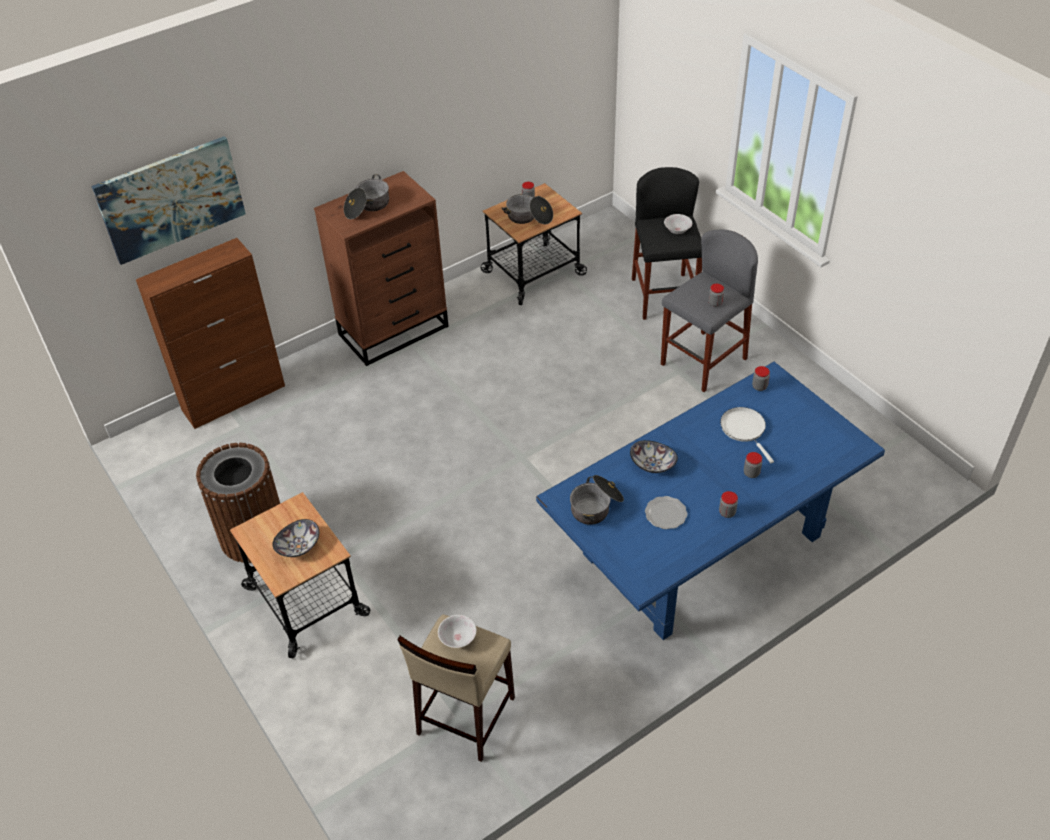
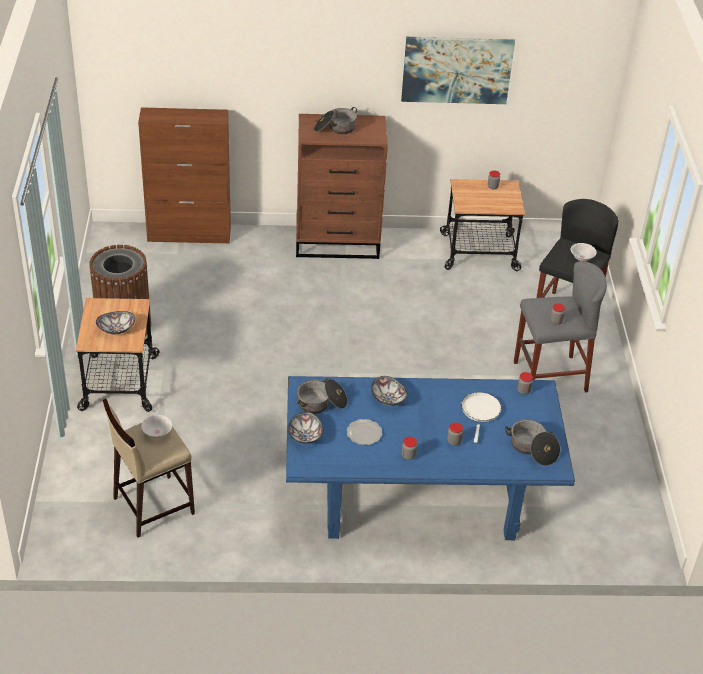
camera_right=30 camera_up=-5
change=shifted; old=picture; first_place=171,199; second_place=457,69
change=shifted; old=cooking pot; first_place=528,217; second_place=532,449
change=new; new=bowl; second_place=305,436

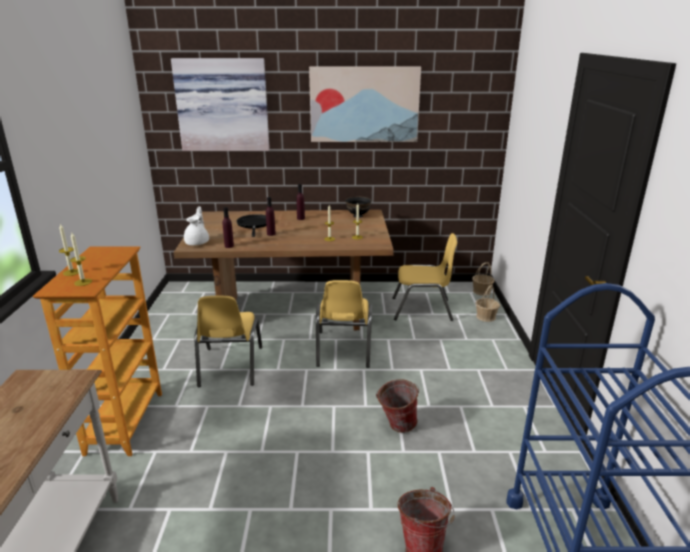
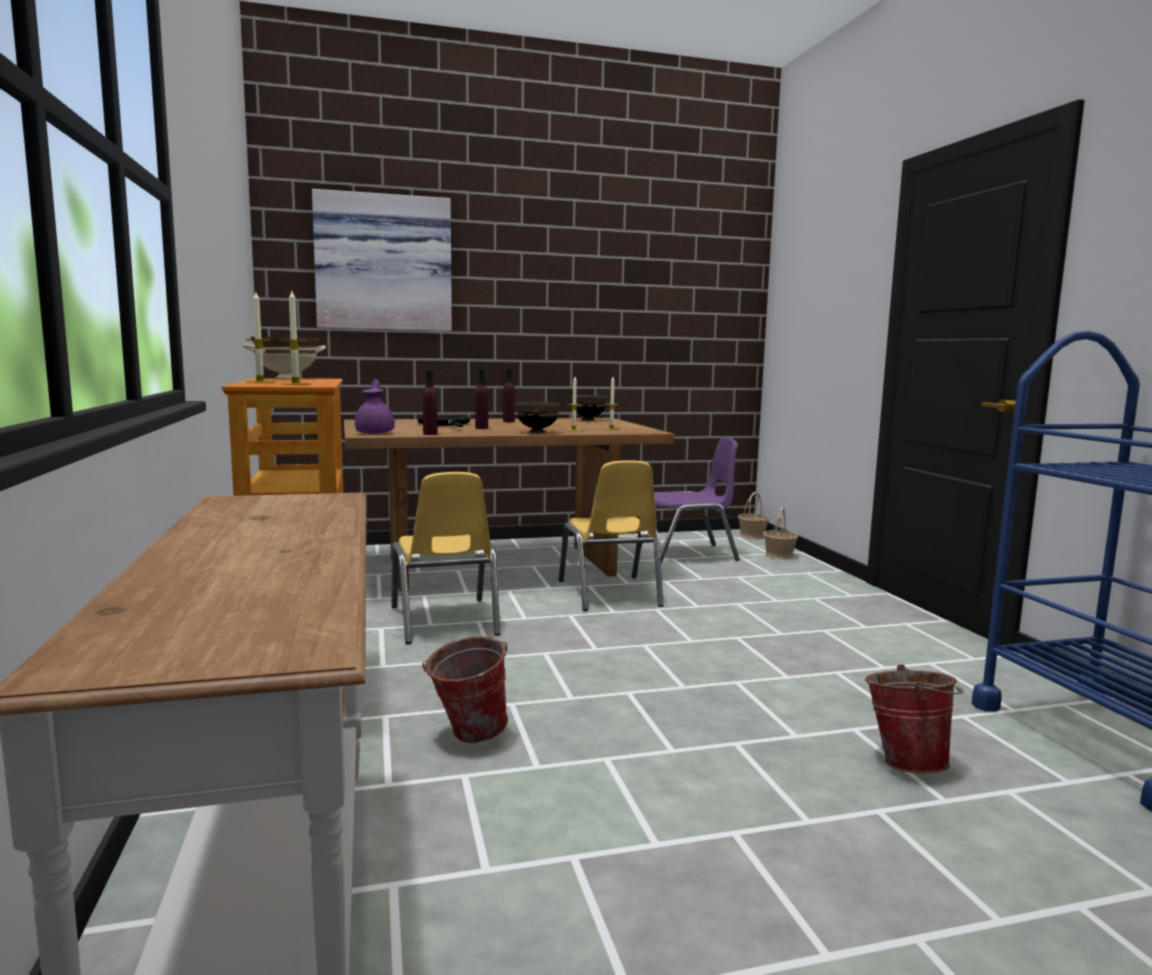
camera_right=-15 camera_up=-15
change=repainted; old=white teapot; new=purple teapot; first_place=198,242; second_place=376,433
change=gone; old=picture; first_place=364,104
change=shifted; old=bucket; first_place=396,426; second_place=466,734
change=repainted; old=yellow chair; new=purple chair; first_place=422,309; second_place=688,554
change=new; new=beige bowl; second_place=287,378
change=new; new=black bowl; second_place=537,432

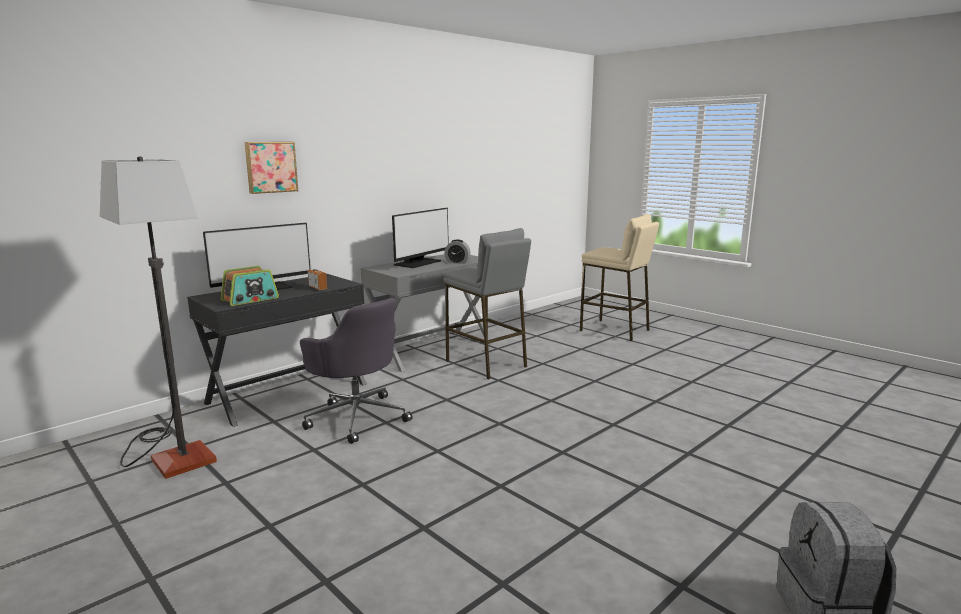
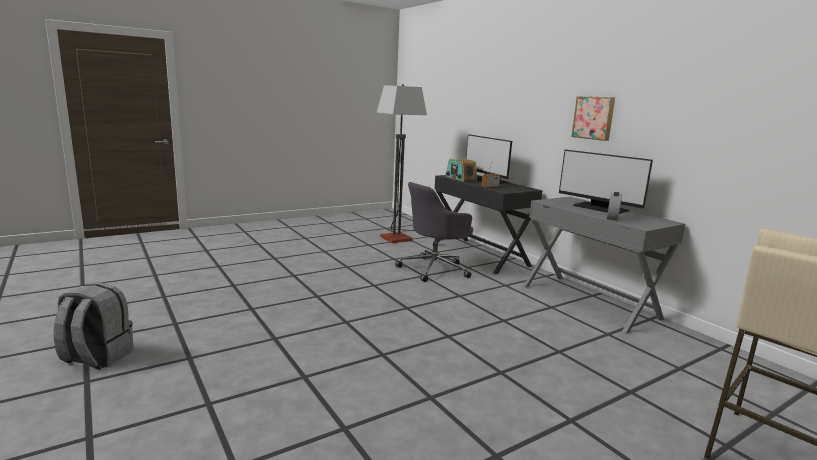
camera_right=100 camera_up=0
change=shifted; old=picture; first_place=270,167; second_place=594,118
change=gone; old=grey stool; first_place=486,364

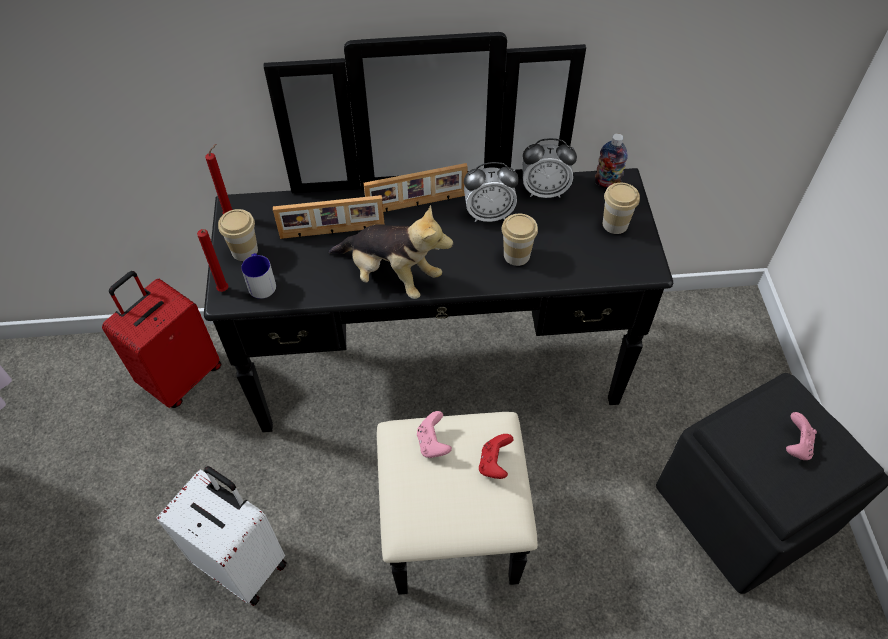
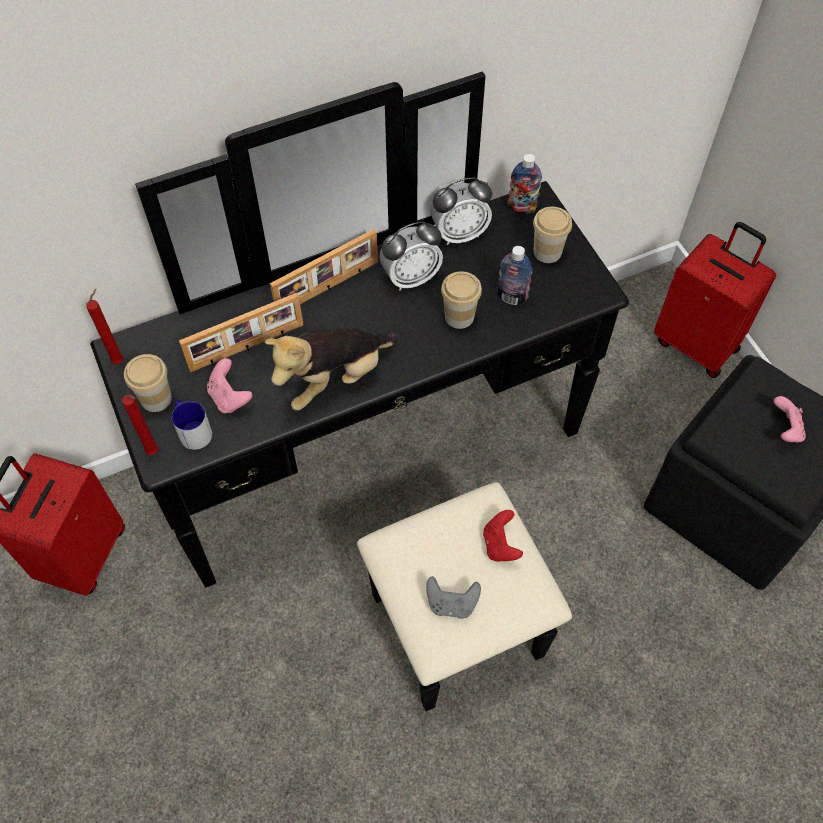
camera_right=-20 camera_up=5
change=gone; old=white suitcase; first_place=243,562
change=rotated; old=plush toy; first_place=391,275; second_place=334,378; degrees=135
change=shifted; old=pink game controller; first_place=433,443; second_place=229,397
change=new; new=grey game controller; second_place=451,603
change=new; new=bottle; second_place=512,297
change=new; new=red suitcase; second_place=697,343

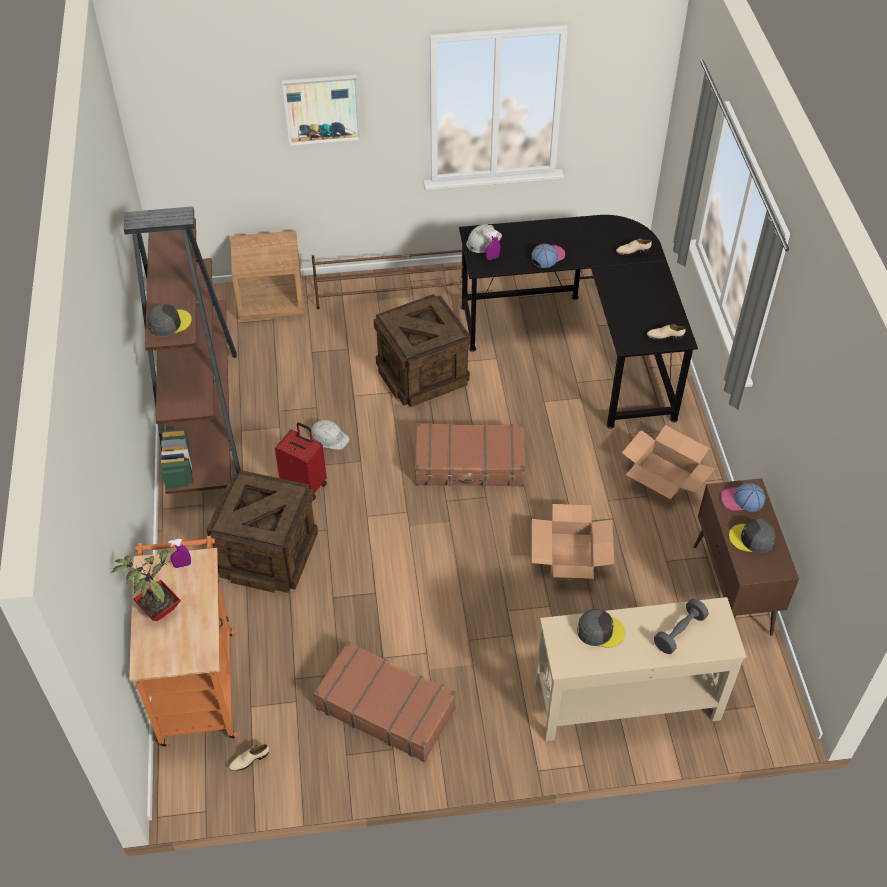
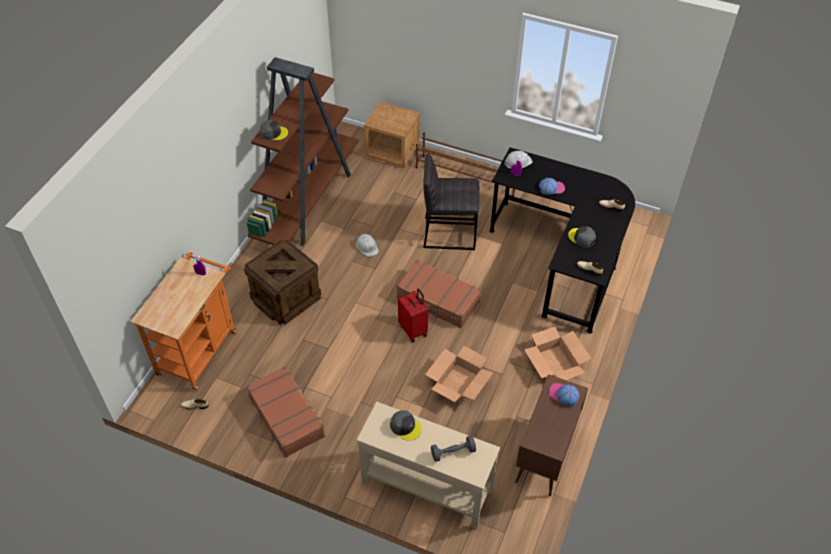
camera_right=30 camera_up=0
change=gone; old=potted plant; first_place=159,608
change=shifted; old=red suitcase; first_place=305,484; second_place=413,330
change=gone; old=picture; first_place=322,109
change=swapped; old=crate; new=grey stool; first_place=421,374; second_place=449,233
change=shifted; old=grey cap; first_place=752,539; second_place=581,238

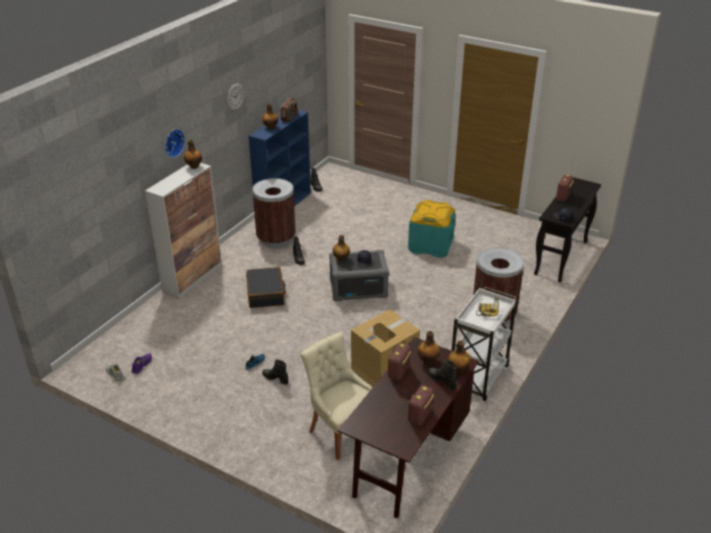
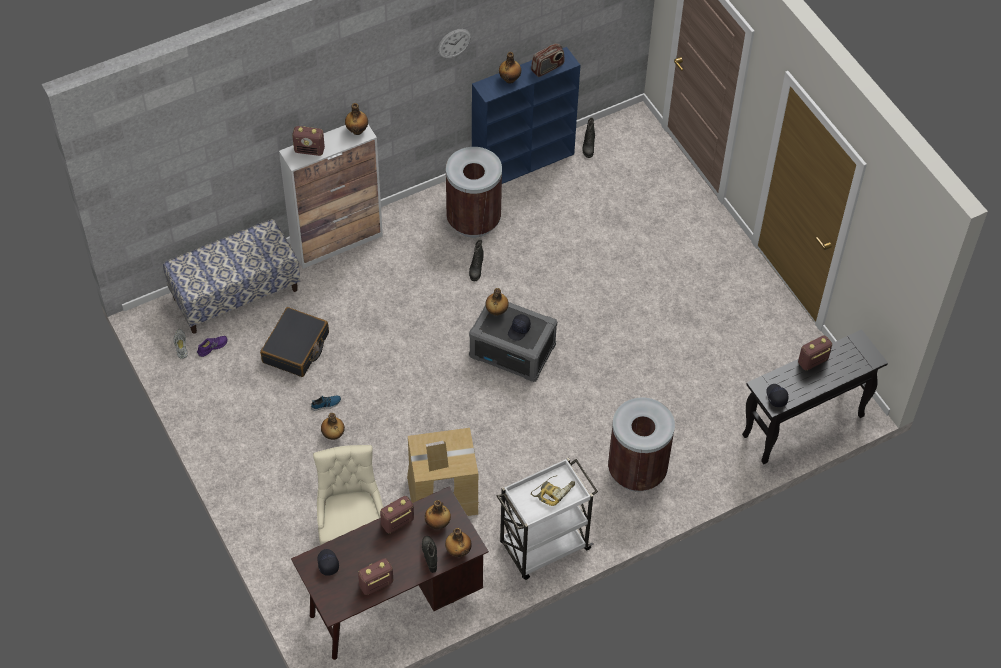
camera_right=30 camera_up=20
change=gone; old=wall clock; first_place=173,142
change=shifted; old=black suitcase; first_place=266,293; second_place=296,348
change=swapped; old=black boot; new=bottle; first_place=275,378; second_place=333,435
change=gone; old=turquoise storage box; first_place=431,245
change=new; new=bench; second_place=235,294
change=new; new=radio; second_place=310,150
change=new; new=black cap; second_place=327,563

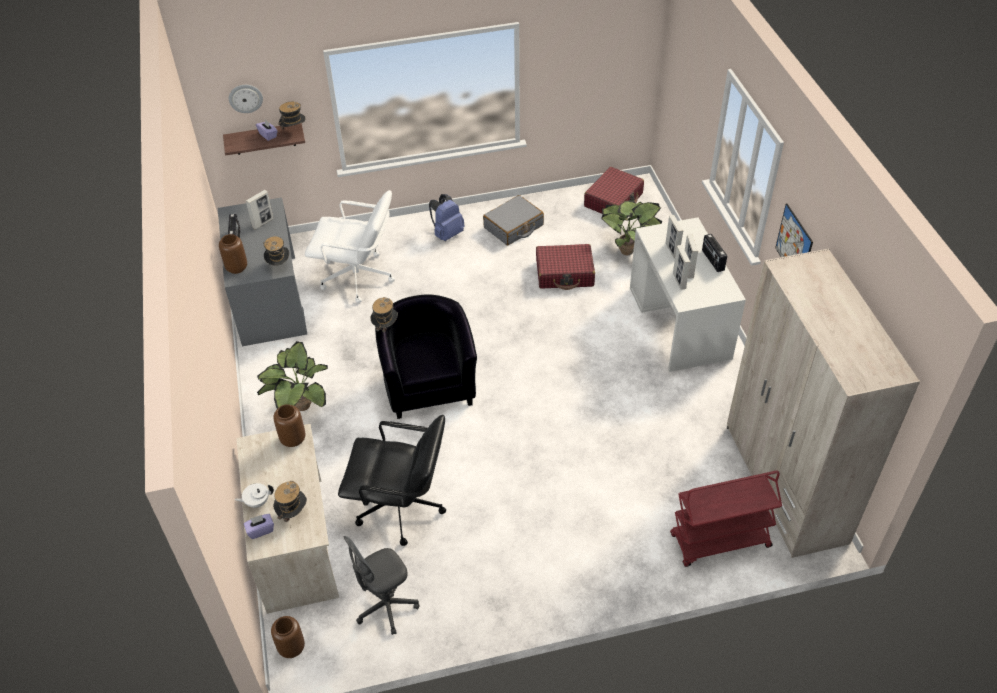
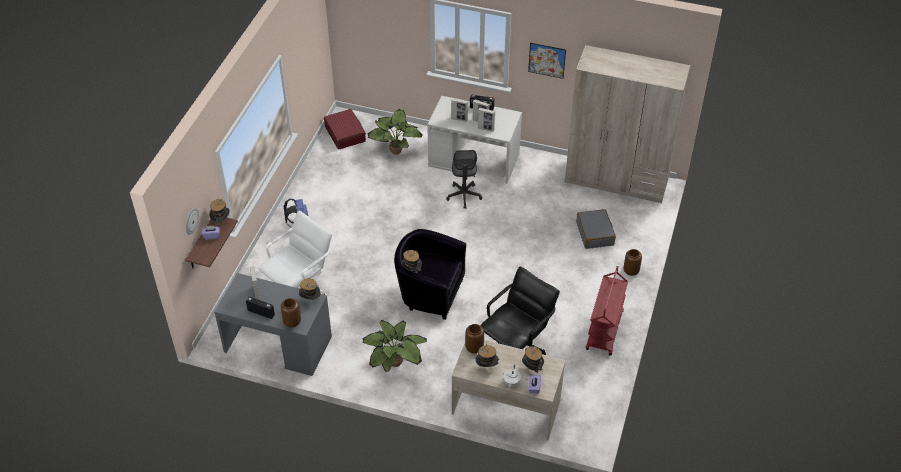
camera_right=-60 camera_up=0
change=shifted; old=brown vase; first_place=291,648; second_place=631,271
change=shifted; old=grey office chair; first_place=386,606; second_place=464,196
change=shifted; old=grey suitcase; first_place=513,227; second_place=595,233
change=gone; old=red suitcase; first_place=565,273
change=shifted; old=red cart; first_place=719,542; second_place=605,331
change=new; new=hat; second_place=486,366

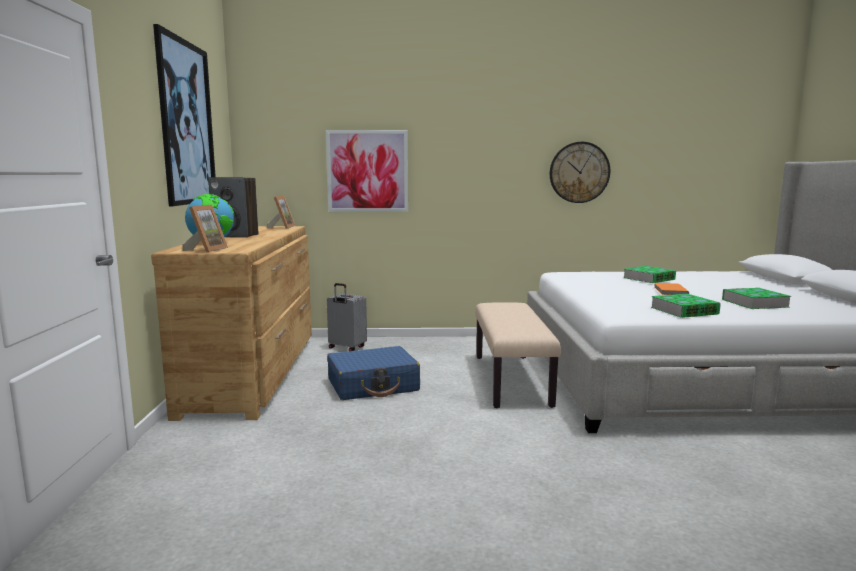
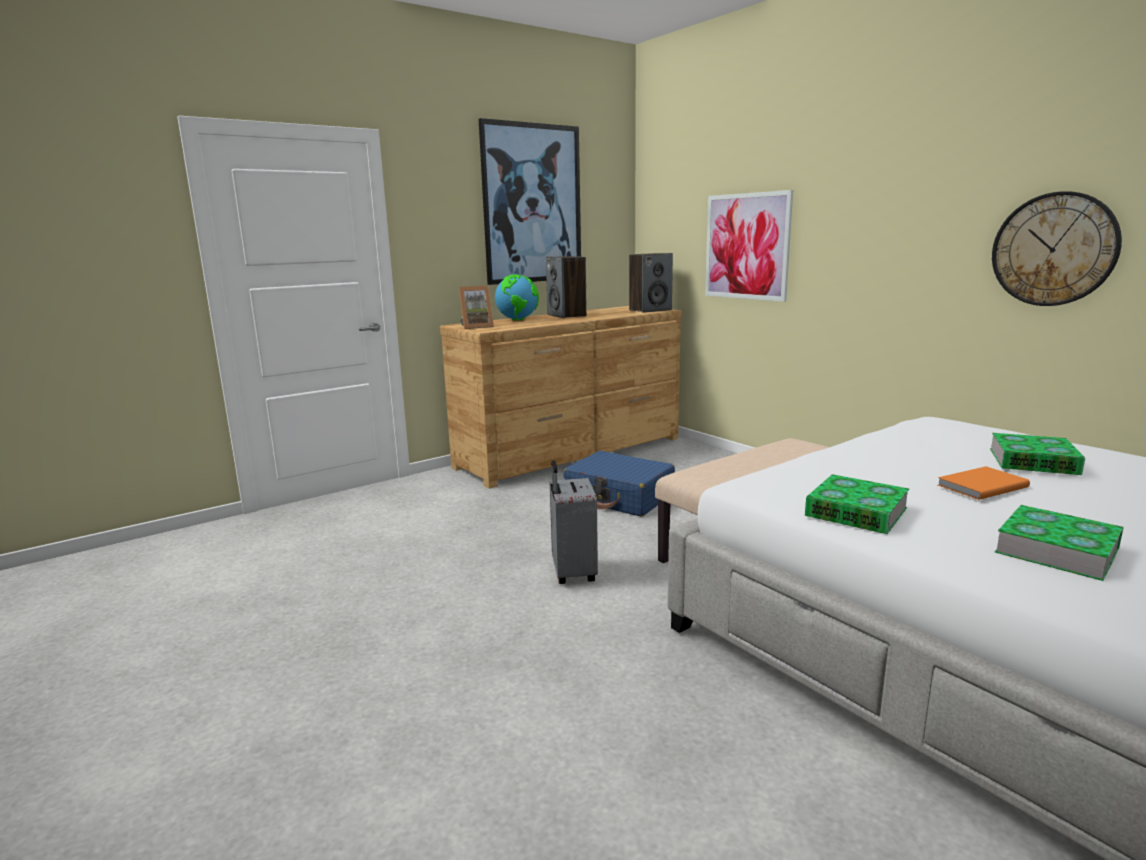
camera_right=55 camera_up=5
change=swapped; old=picture frame; new=speaker; first_place=282,227; second_place=650,310
change=shifted; old=grey suitcase; first_place=346,348; second_place=572,573

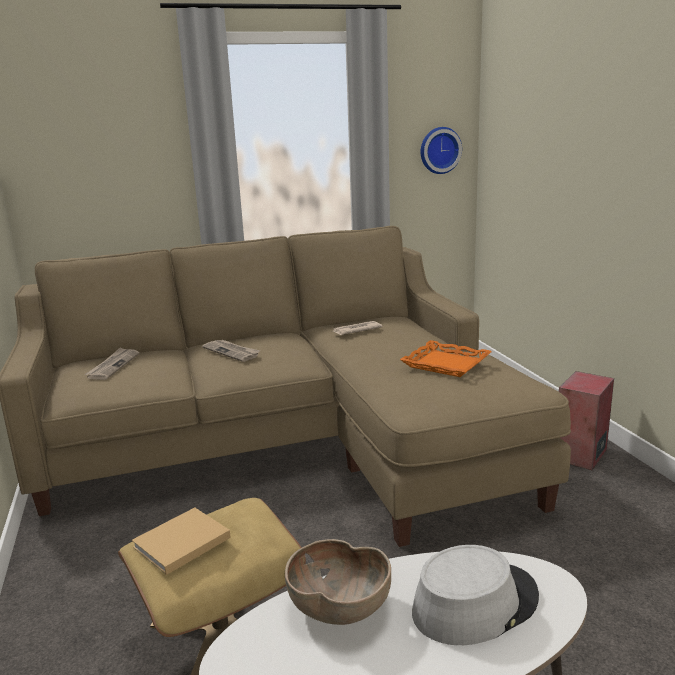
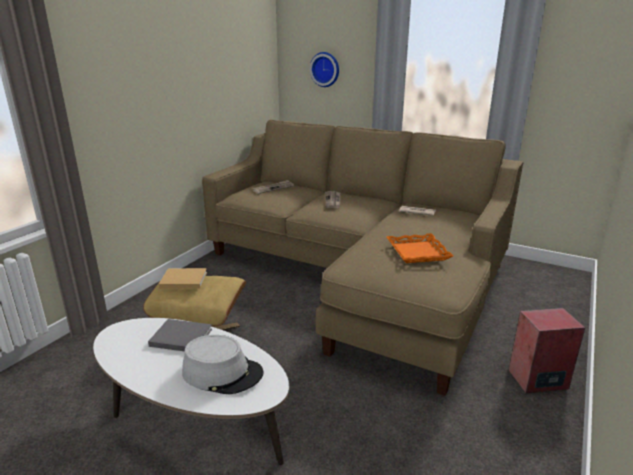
camera_right=45 camera_up=5
change=swapped; old=brown bowl; new=grey book; first_place=339,608; second_place=179,337
change=shifted; old=wall clock; first_place=439,150; second_place=325,69

